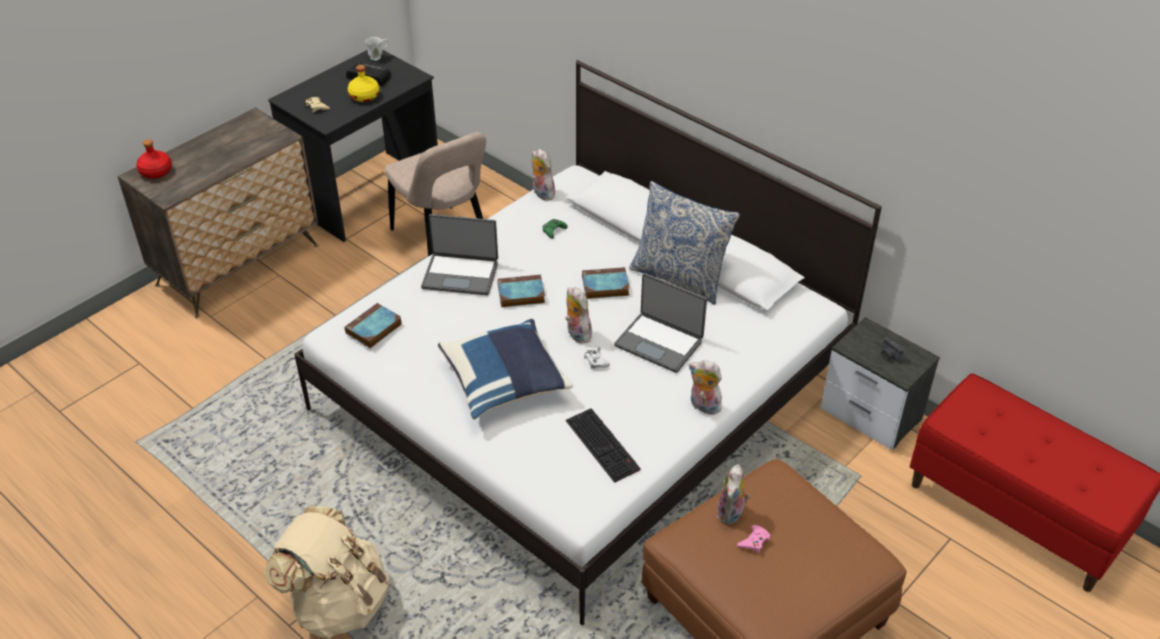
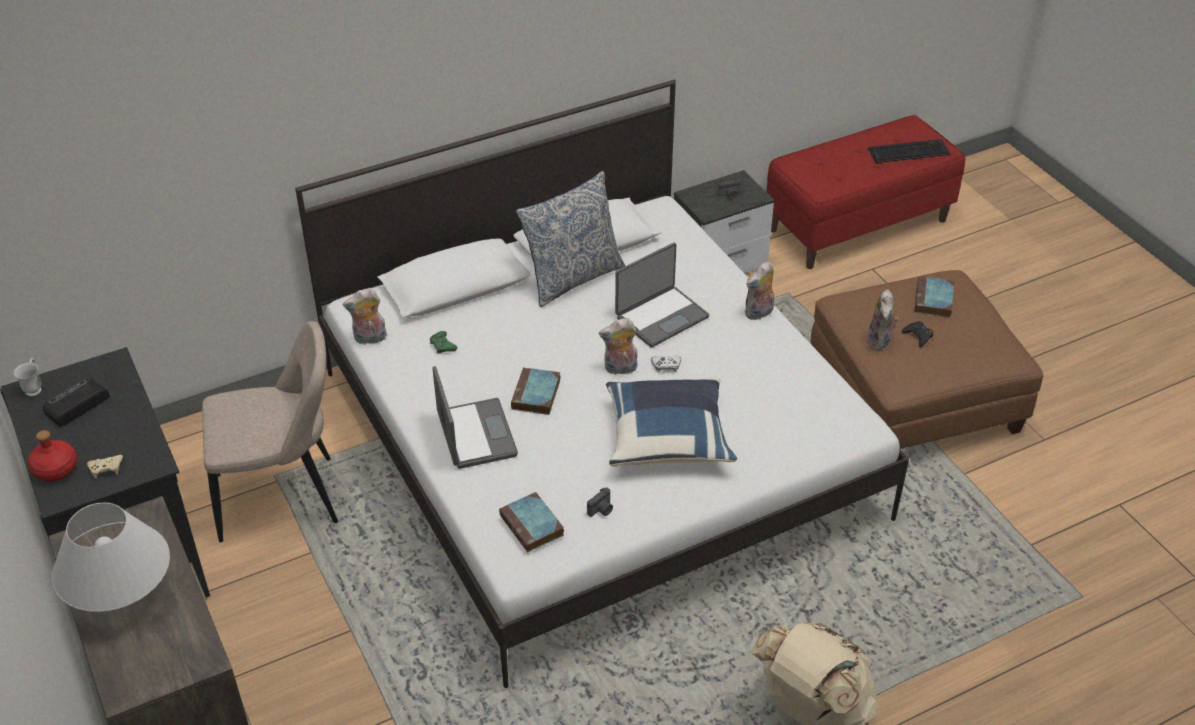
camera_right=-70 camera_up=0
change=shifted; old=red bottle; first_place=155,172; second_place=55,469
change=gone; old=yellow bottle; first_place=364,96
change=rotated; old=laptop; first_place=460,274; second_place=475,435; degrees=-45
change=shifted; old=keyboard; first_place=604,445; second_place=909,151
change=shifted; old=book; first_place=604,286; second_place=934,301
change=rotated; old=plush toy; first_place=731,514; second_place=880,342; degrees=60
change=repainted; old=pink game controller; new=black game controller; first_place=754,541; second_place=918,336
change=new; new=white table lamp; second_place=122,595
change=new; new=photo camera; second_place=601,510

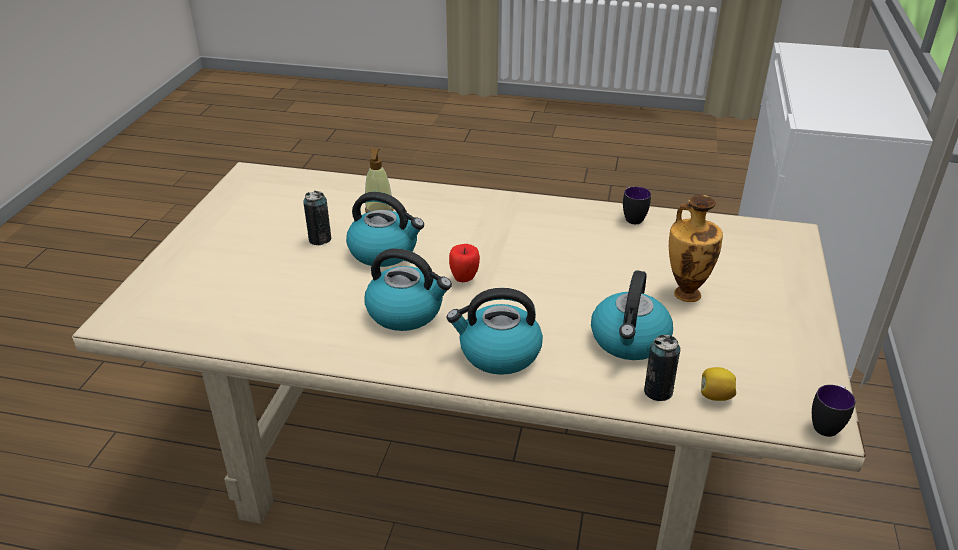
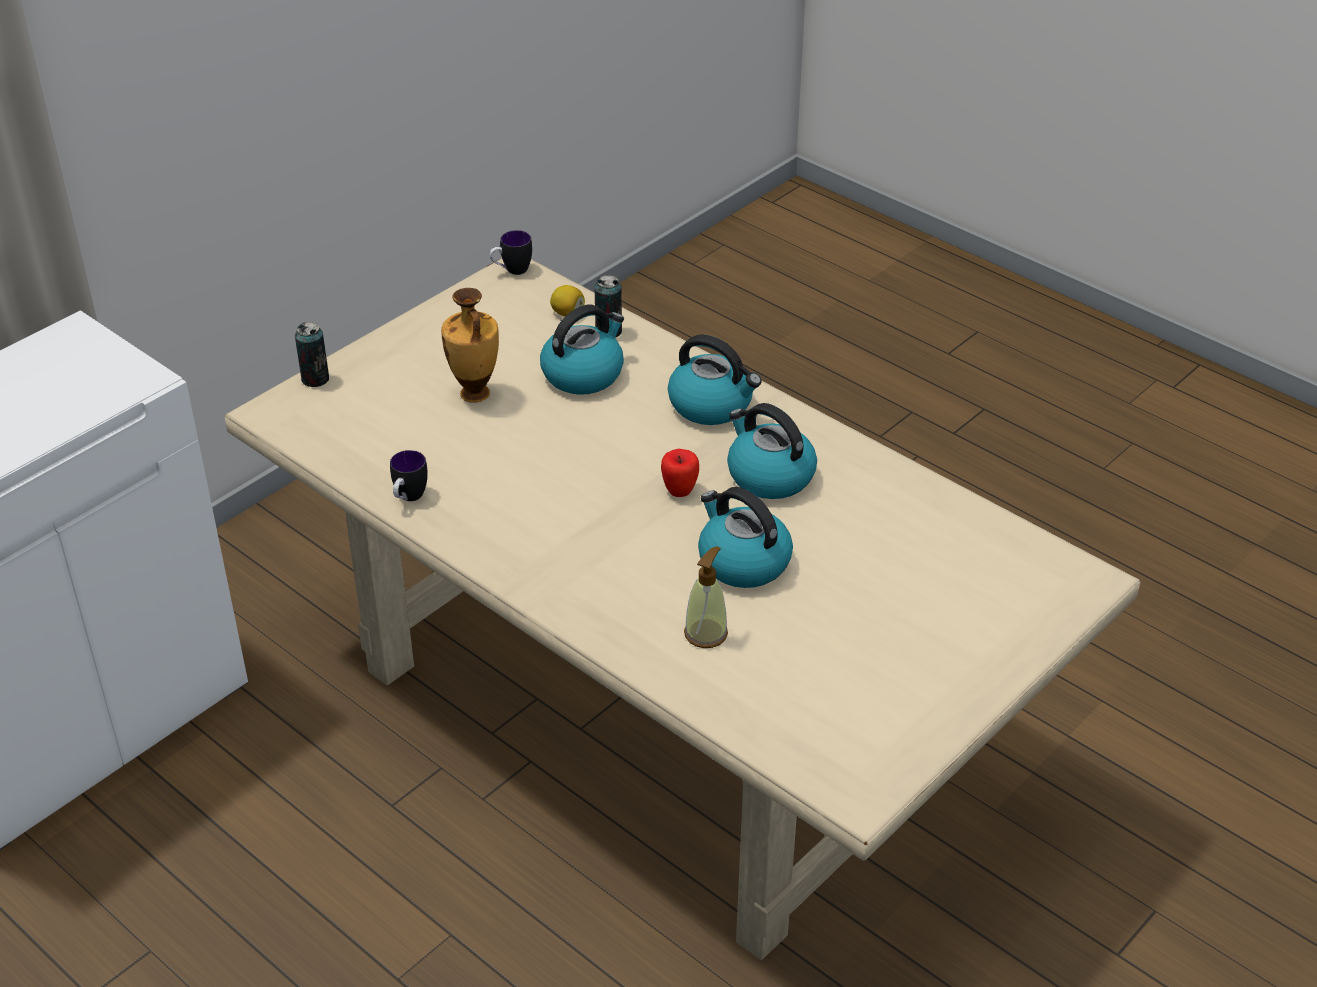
camera_right=-150 camera_up=5
change=shifted; old=can; first_place=320,239; second_place=315,379

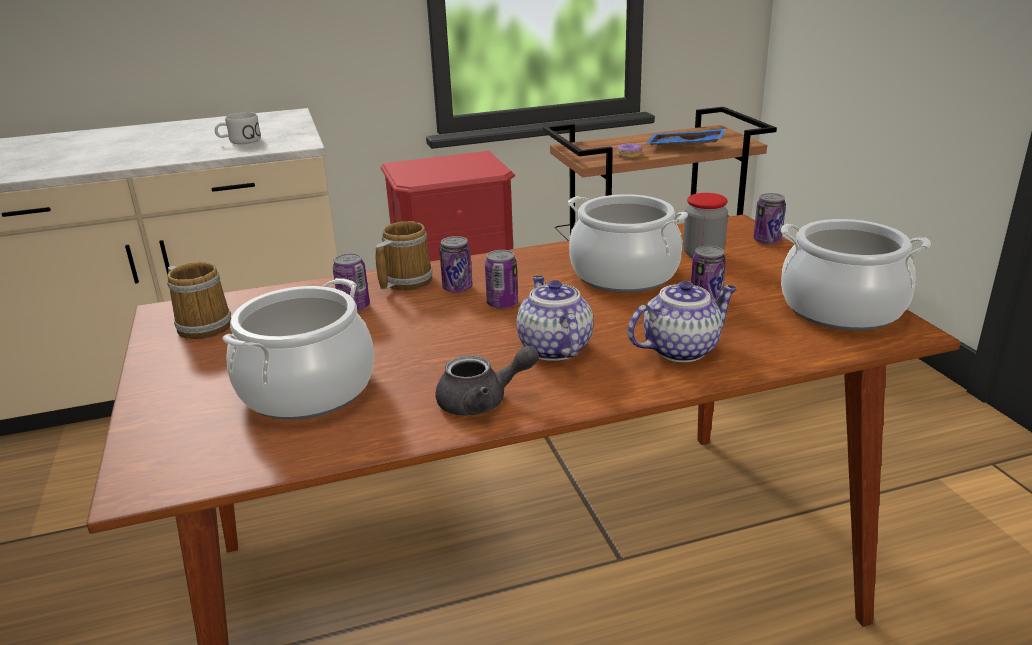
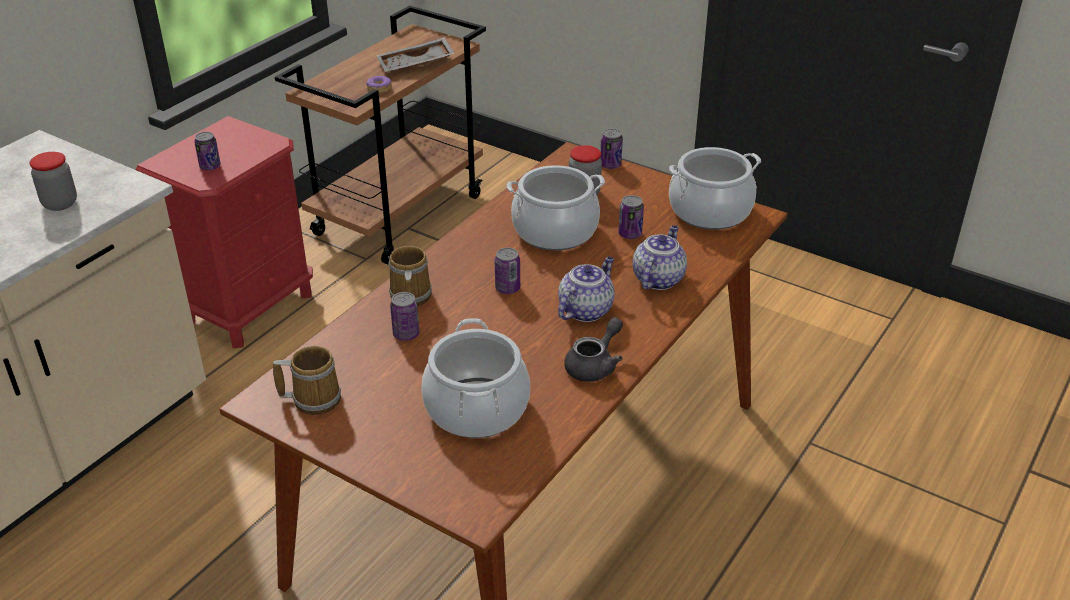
camera_right=-40 camera_up=10
change=swapped; old=white mug; new=jar; first_place=239,141; second_place=60,203
change=shifted; old=can; first_place=457,288; second_place=210,167
change=rotated; old=teapot; first_place=553,348; second_place=585,310; degrees=90
change=repainted; old=blue tray; new=grey tray; first_place=685,148; second_place=416,65

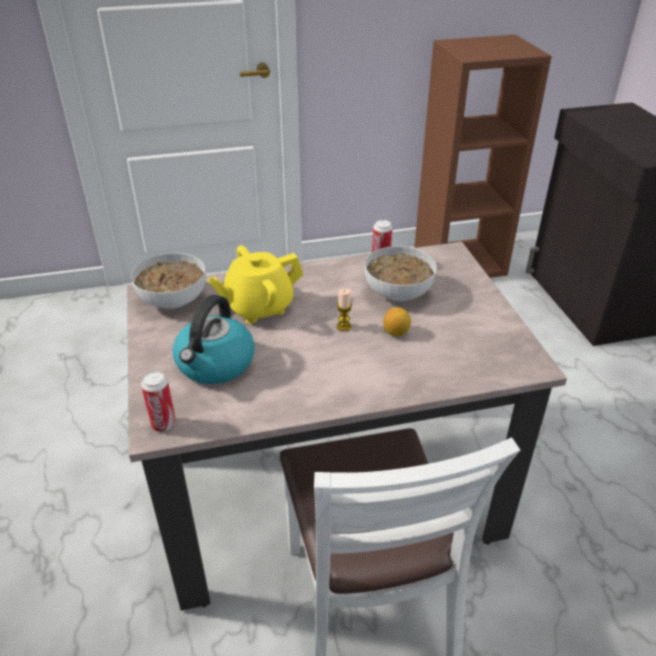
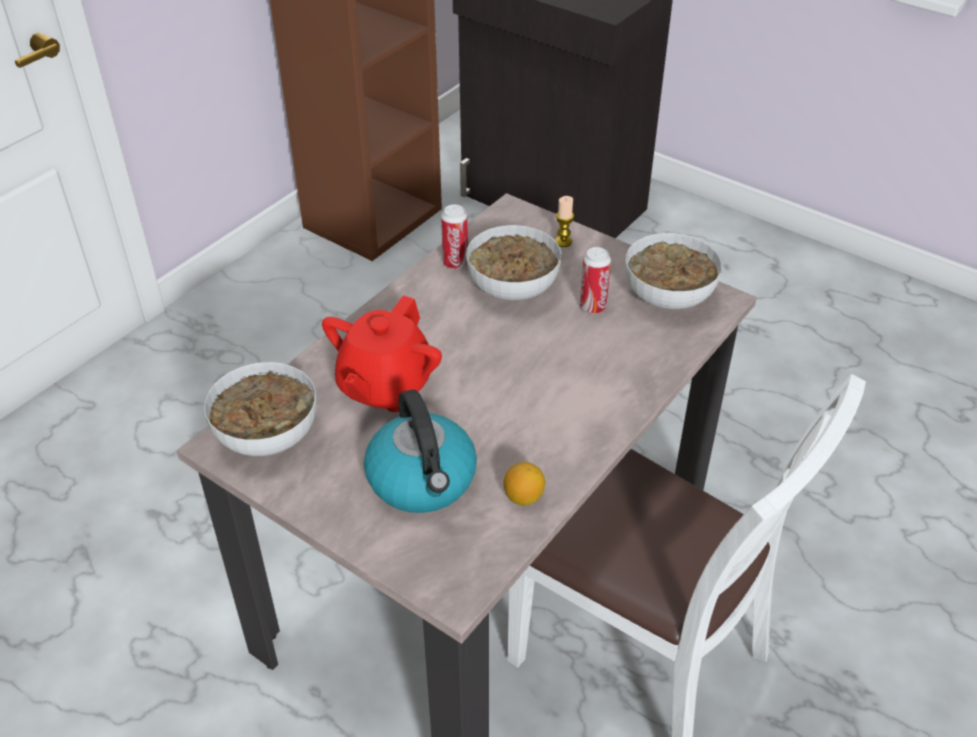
camera_right=-40 camera_up=5
change=shifted; old=can; first_place=163,424; second_place=593,307
change=repainted; old=yellow teapot; new=red teapot; first_place=258,307; second_place=384,387
change=shifted; old=candle; first_place=344,326; second_place=563,241
change=shifted; old=lemon; first_place=396,332; second_place=523,497
change=new; new=bowl; second_place=668,295

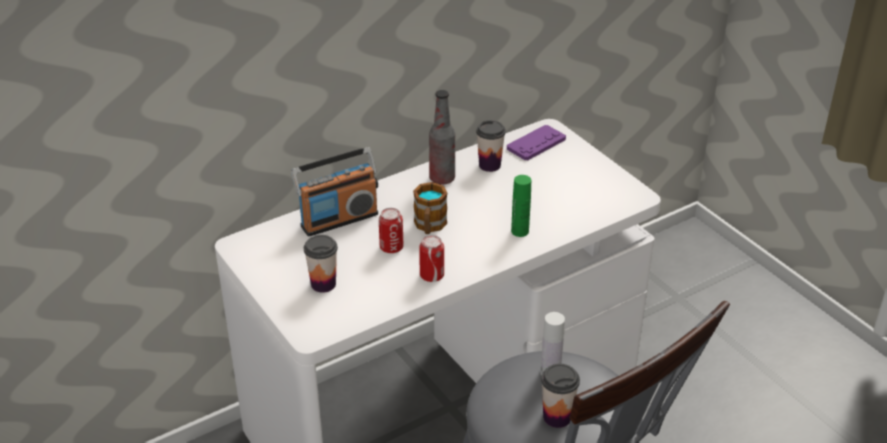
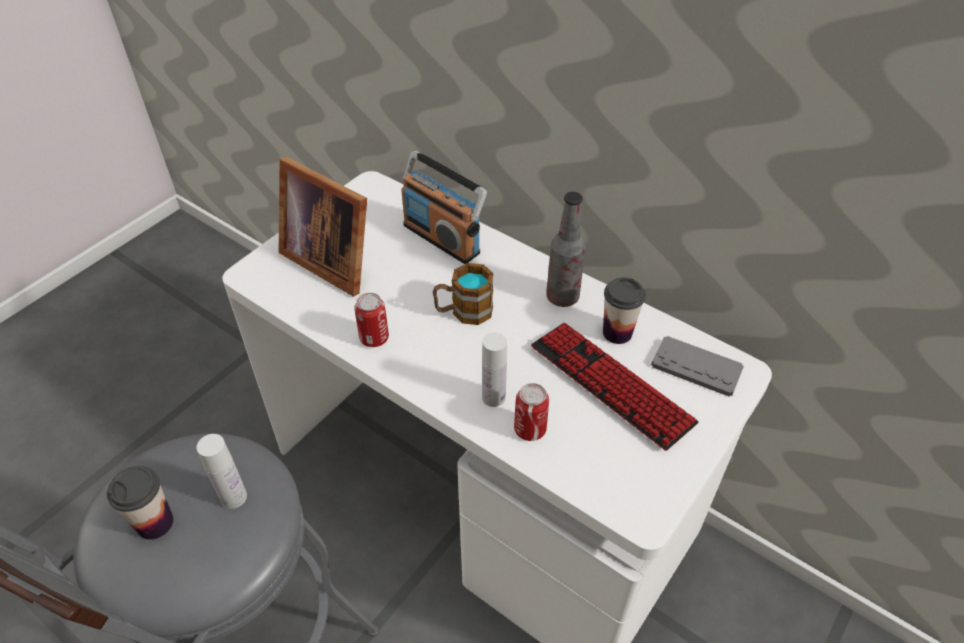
camera_right=70 camera_up=10
change=swapped; old=cup; new=picture frame; first_place=323,284; second_place=330,259
change=shifted; old=can; first_place=391,247; second_place=530,429
change=repainted; old=purple game controller; new=grey game controller; first_place=536,144; second_place=696,367
change=repainted; old=green bottle; new=white bottle; first_place=520,231; second_place=493,397
change=new; new=keyboard; second_place=610,385

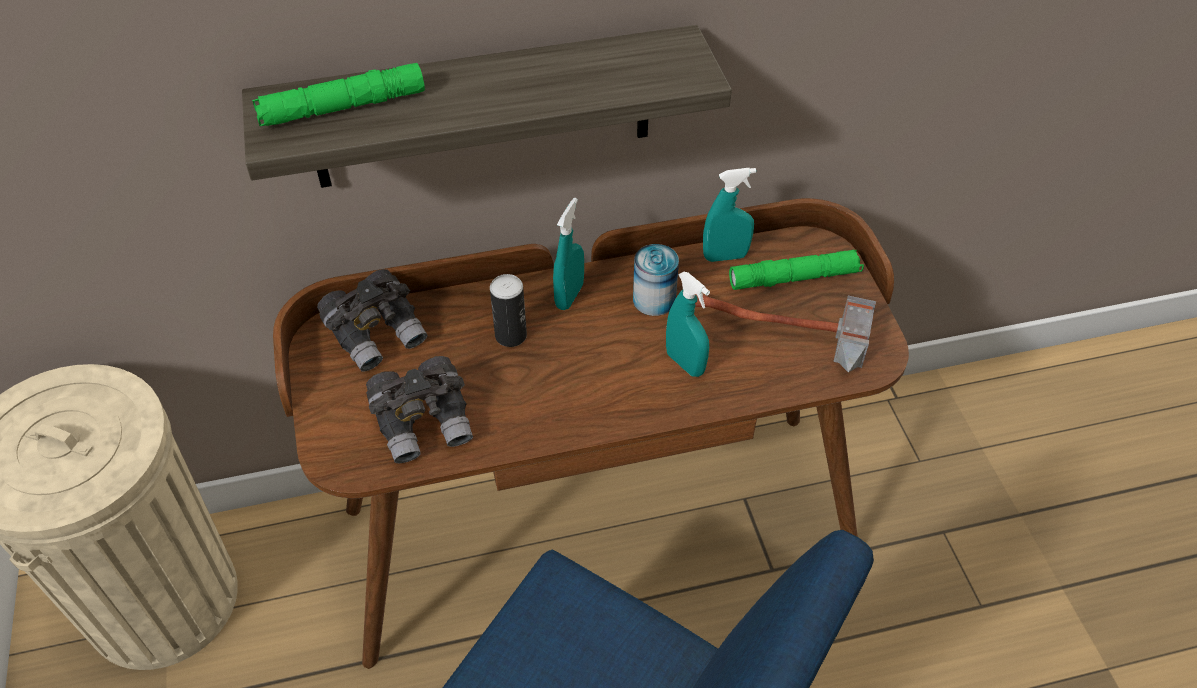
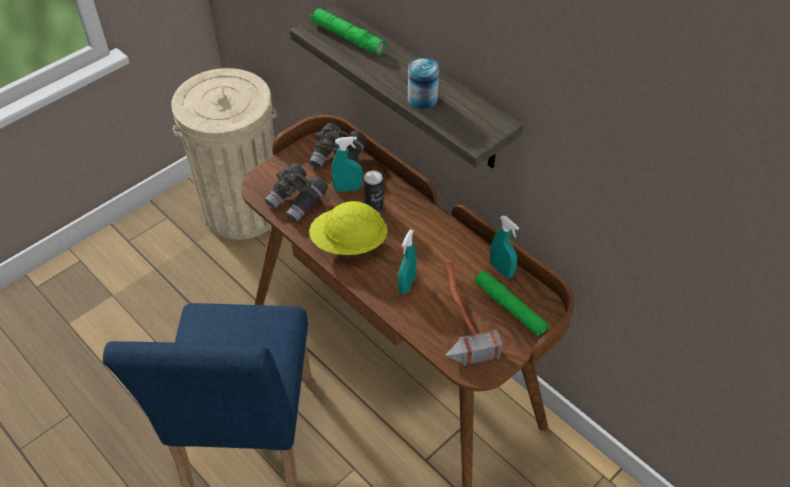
camera_right=60 camera_up=0
change=shifted; old=turquoise spray bottle; first_place=569,296; second_place=347,188
change=shifted; old=can; first_place=654,299; second_place=422,99
change=new; new=yellow hard hat; second_place=349,244

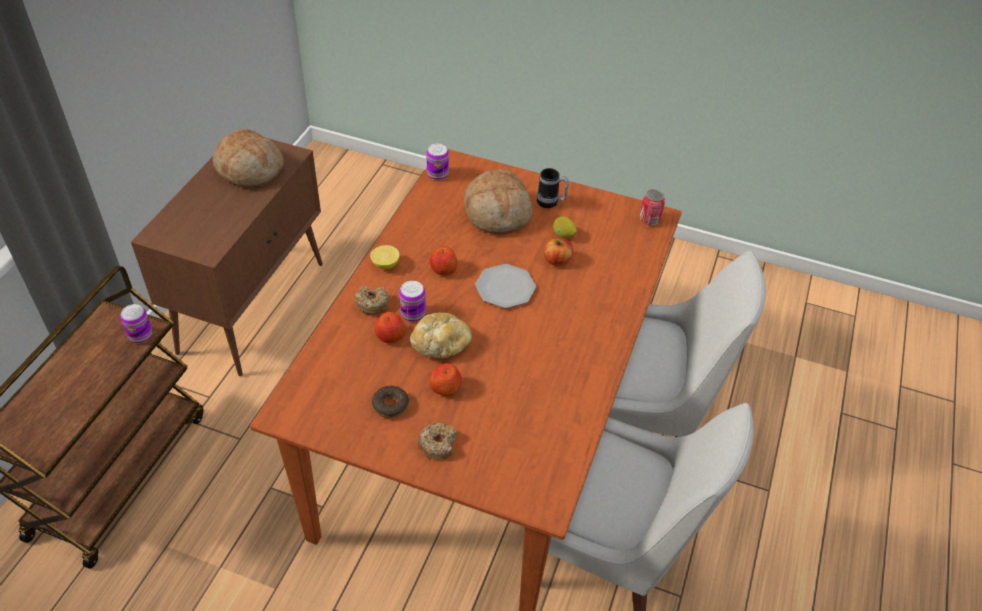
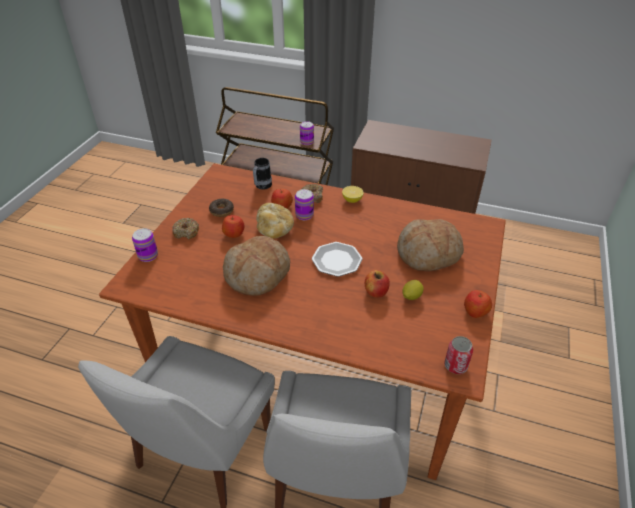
camera_right=90 camera_up=-5
change=shifted; old=bread; first_place=250,169; second_place=258,274
change=shifted; old=can; first_place=437,174; second_place=148,256
change=shifted; old=apple; first_place=443,269; second_place=475,311
change=shifted; old=mug; first_place=551,203; second_place=261,187

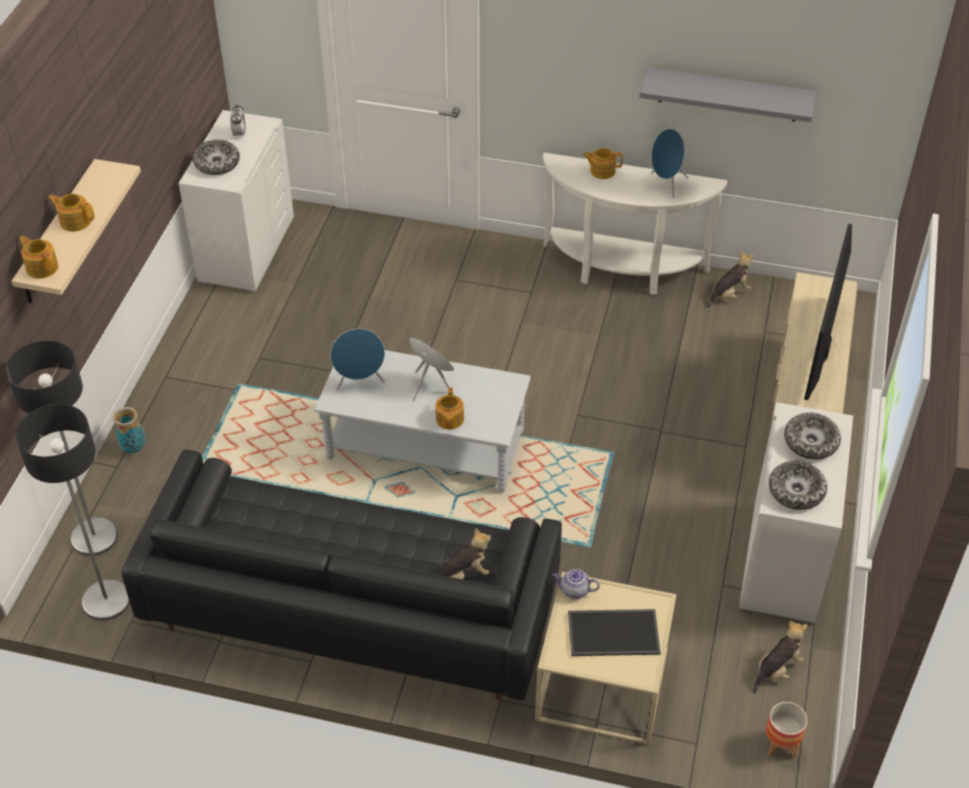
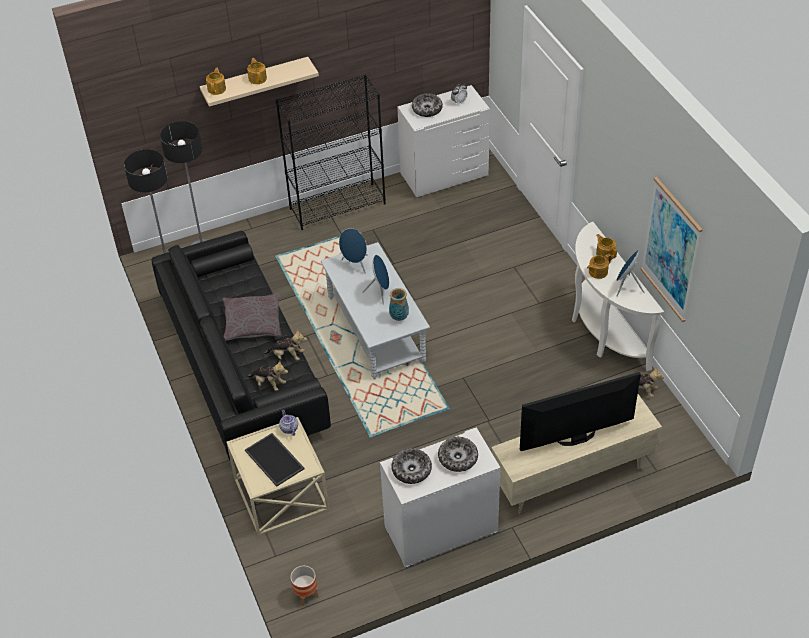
camera_right=55 camera_up=0
change=shifted; old=vase; first_place=133,448; second_place=399,317
change=shifted; old=teapot; first_place=449,419; second_place=597,272
change=swapped; old=grey shelf; new=picture; first_place=728,95; second_place=671,250
change=shifted; old=plush toy; first_place=777,669; second_place=287,356
change=new; new=grey pillow; second_place=252,323
change=new; new=black bookcase; second_place=338,206

